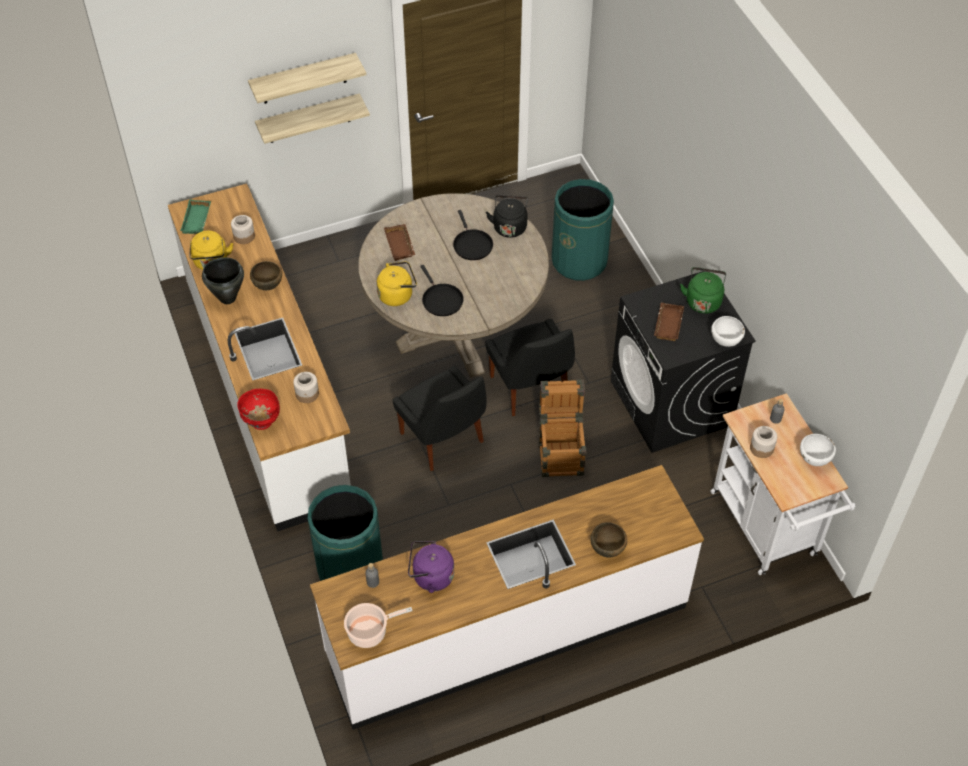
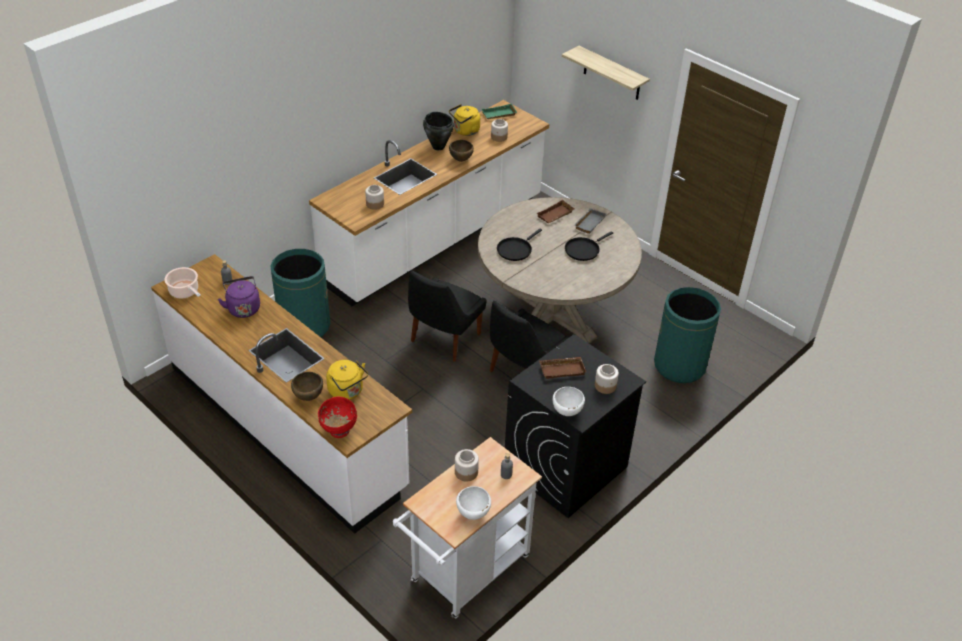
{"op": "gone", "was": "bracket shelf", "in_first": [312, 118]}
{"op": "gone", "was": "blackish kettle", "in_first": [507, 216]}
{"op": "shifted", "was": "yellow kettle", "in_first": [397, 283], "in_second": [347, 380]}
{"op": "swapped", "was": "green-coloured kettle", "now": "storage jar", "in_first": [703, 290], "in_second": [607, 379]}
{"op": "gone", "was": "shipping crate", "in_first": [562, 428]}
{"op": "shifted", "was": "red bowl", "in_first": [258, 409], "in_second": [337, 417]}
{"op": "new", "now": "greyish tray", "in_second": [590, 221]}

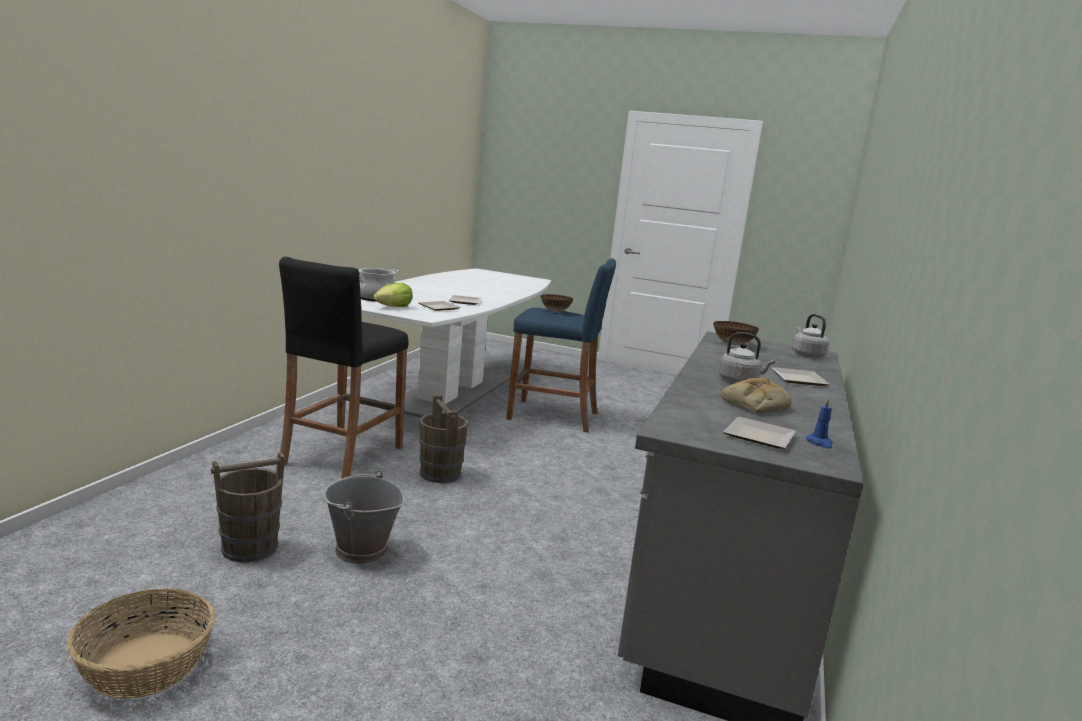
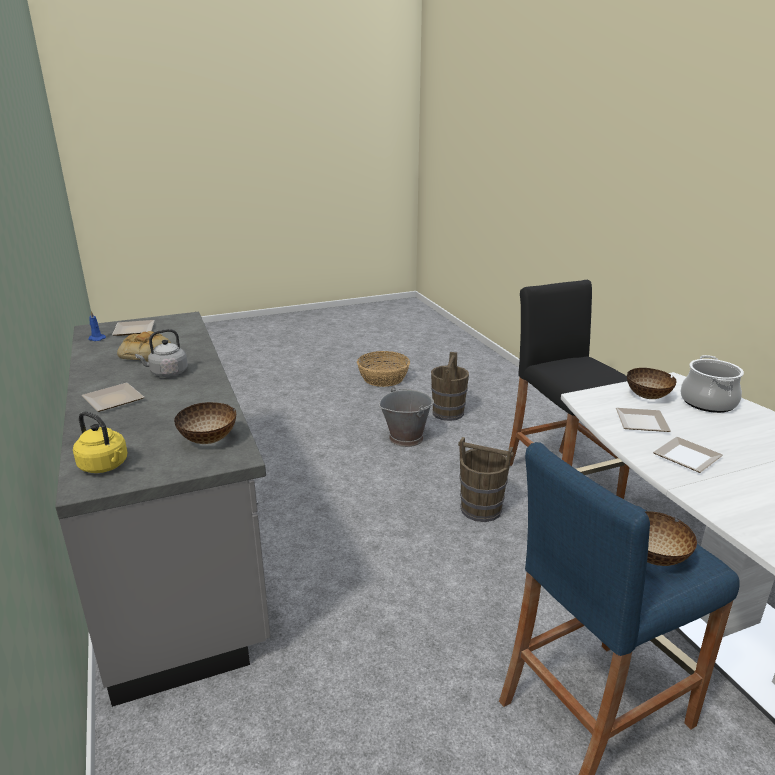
{"op": "swapped", "was": "lettuce head", "now": "bowl", "in_first": [393, 295], "in_second": [651, 383]}
{"op": "repainted", "was": "greyish kettle", "now": "yellow kettle", "in_first": [810, 336], "in_second": [100, 442]}

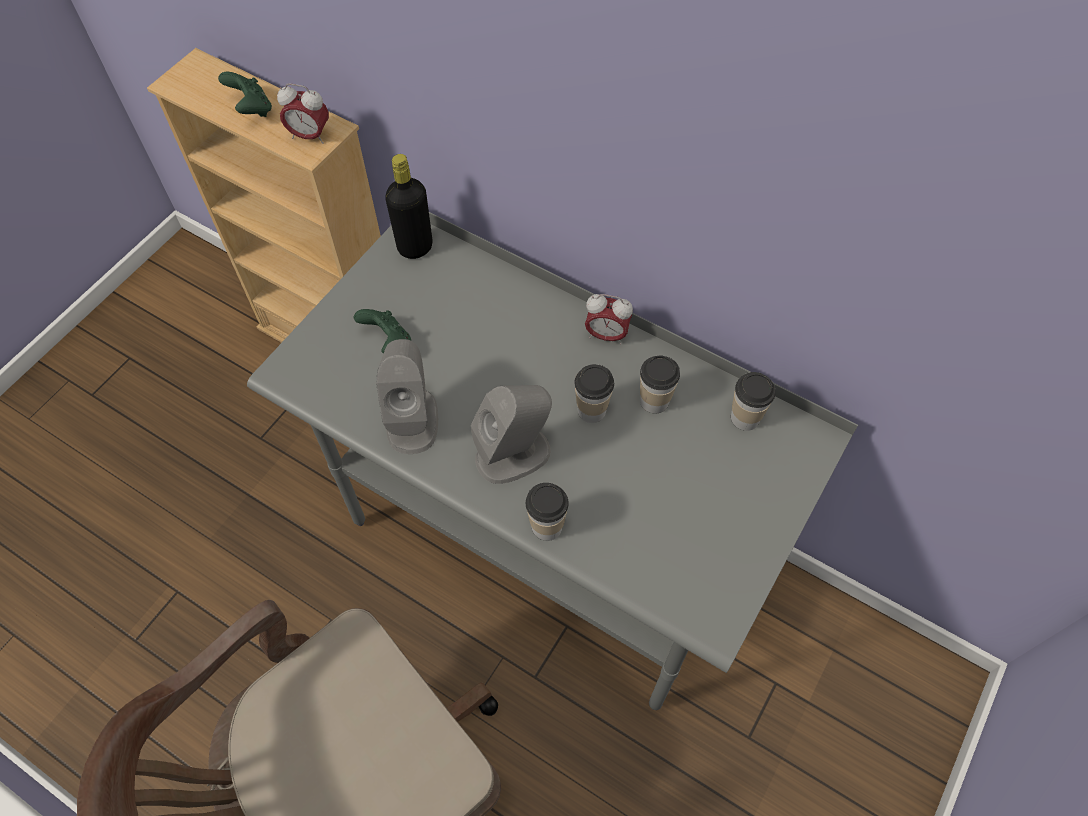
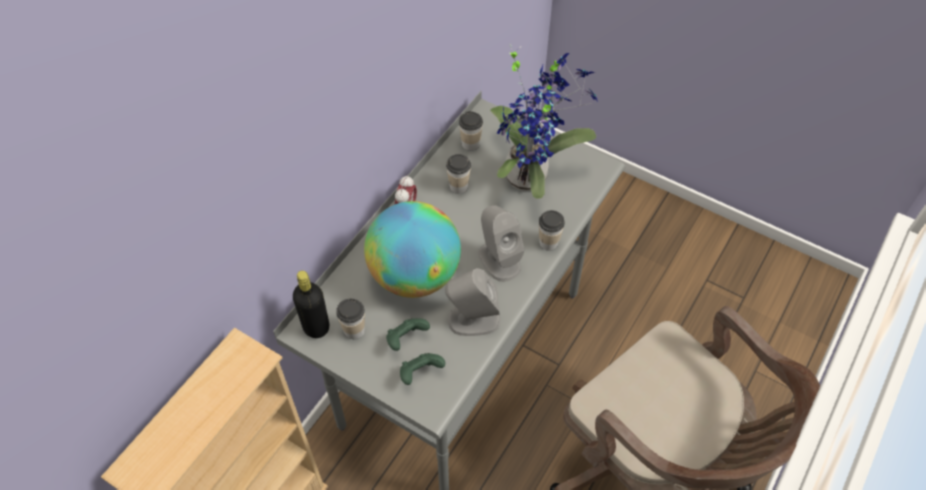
{"op": "shifted", "was": "green-coloured game controller", "in_first": [245, 94], "in_second": [422, 369]}
{"op": "gone", "was": "table clock", "in_first": [303, 113]}
{"op": "shifted", "was": "small cup", "in_first": [594, 393], "in_second": [350, 319]}
{"op": "new", "now": "houseplant", "in_second": [544, 121]}
{"op": "new", "now": "desk globe", "in_second": [412, 249]}

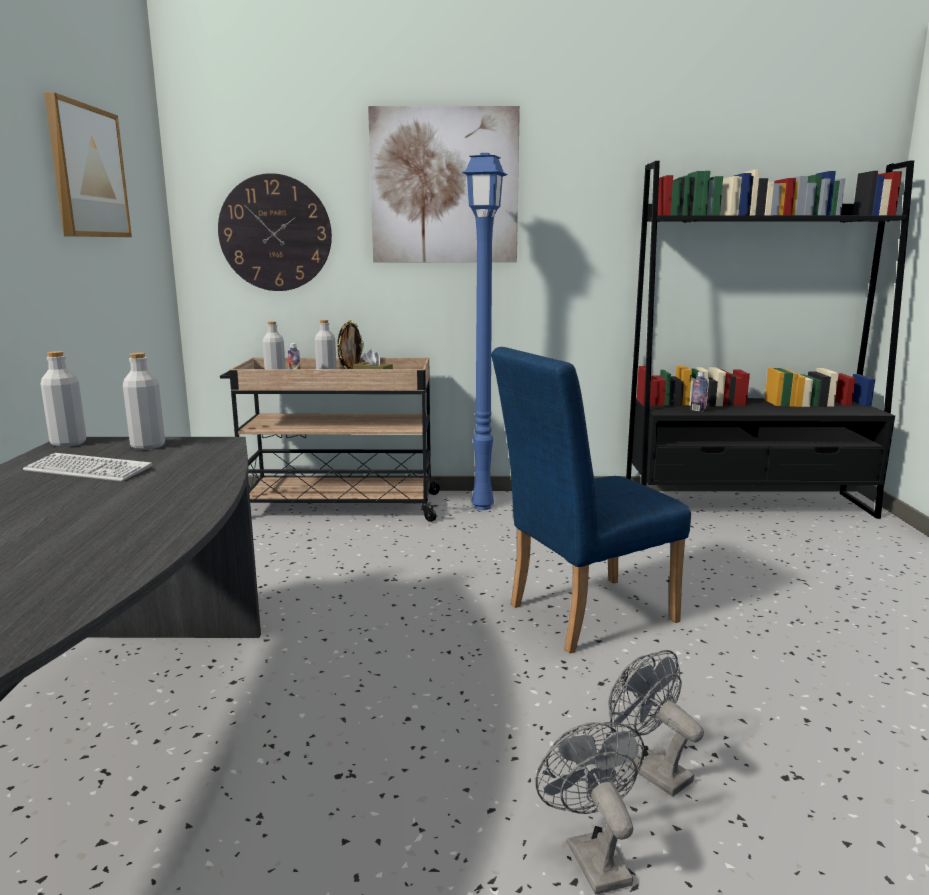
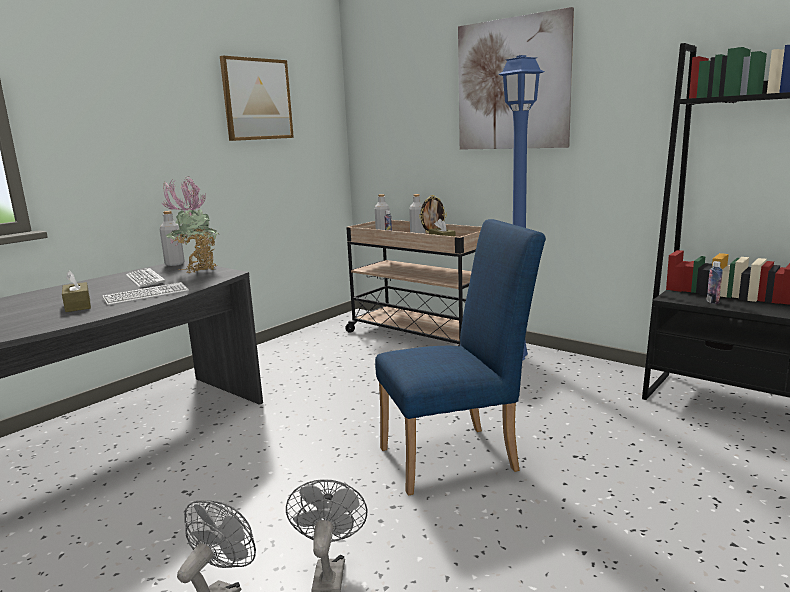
{"op": "gone", "was": "clock on the wall", "in_first": [275, 232]}
{"op": "rotated", "was": "blue-coloured upright chair", "in_first": [591, 500], "in_second": [460, 357], "clockwise": 150}
{"op": "swapped", "was": "greyish drink bottle", "now": "houseplant", "in_first": [144, 401], "in_second": [191, 225]}
{"op": "new", "now": "brown-coloured tissue holder", "in_second": [76, 291]}
{"op": "new", "now": "keyboard", "in_second": [145, 293]}

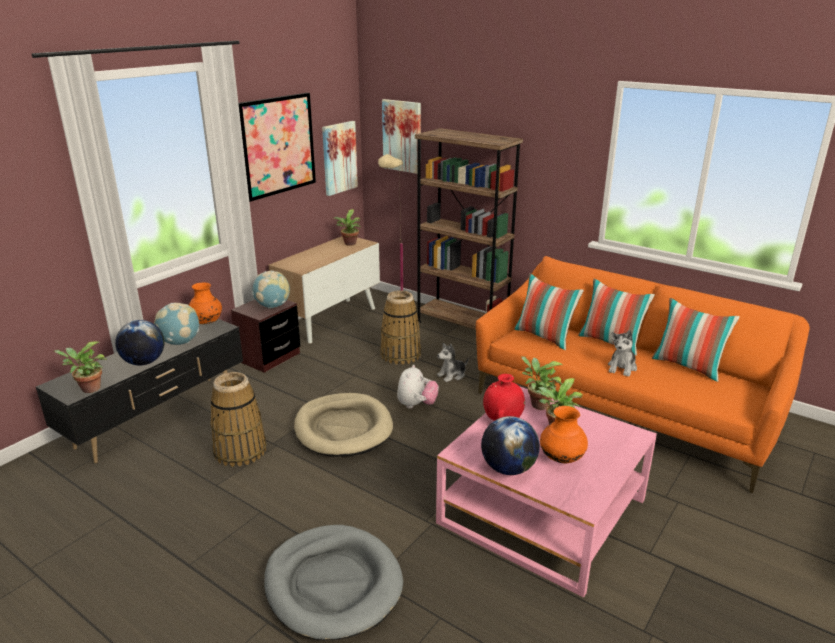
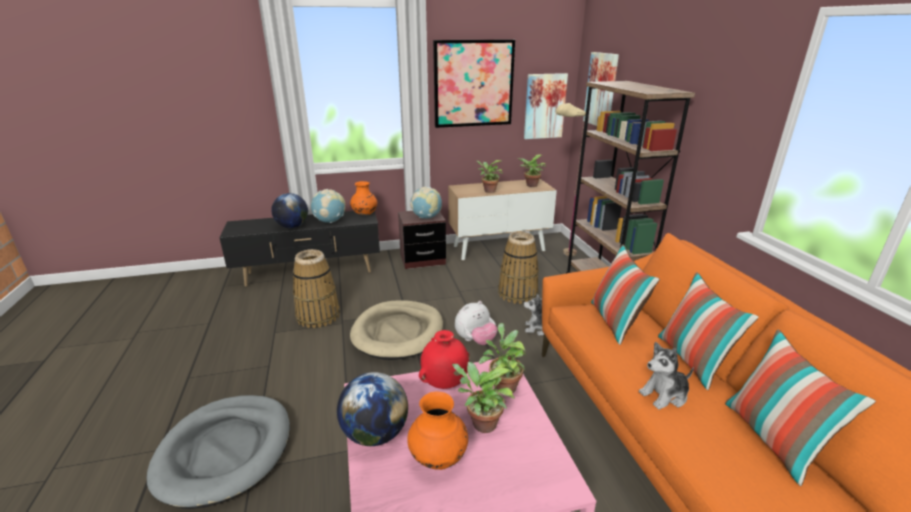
{"op": "shifted", "was": "houseplant", "in_first": [80, 367], "in_second": [490, 176]}

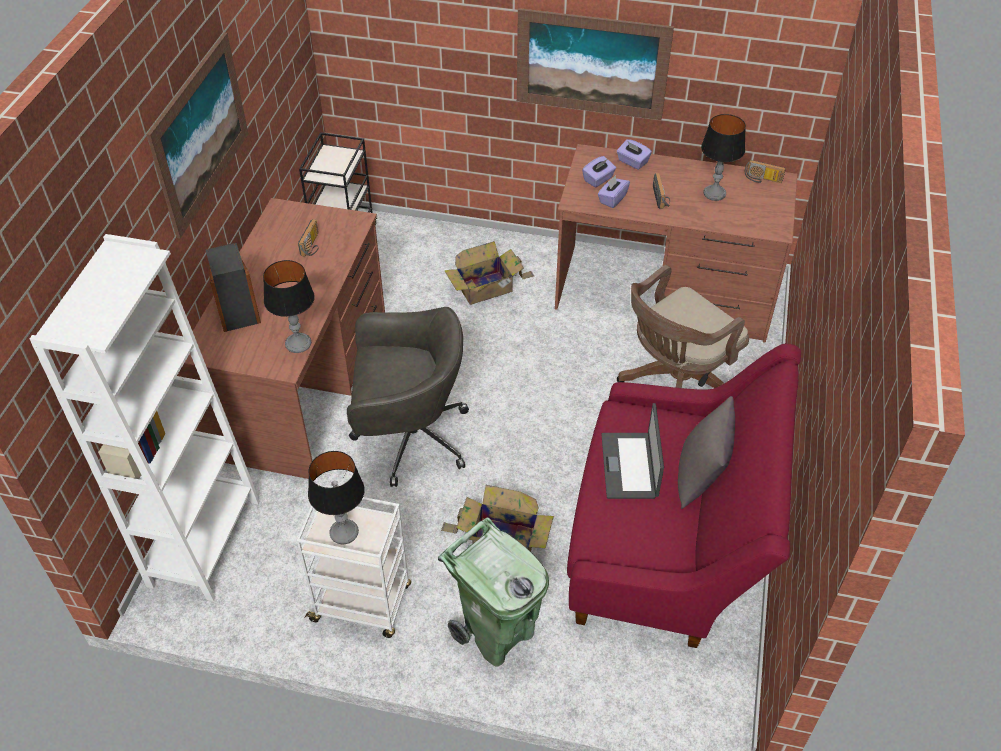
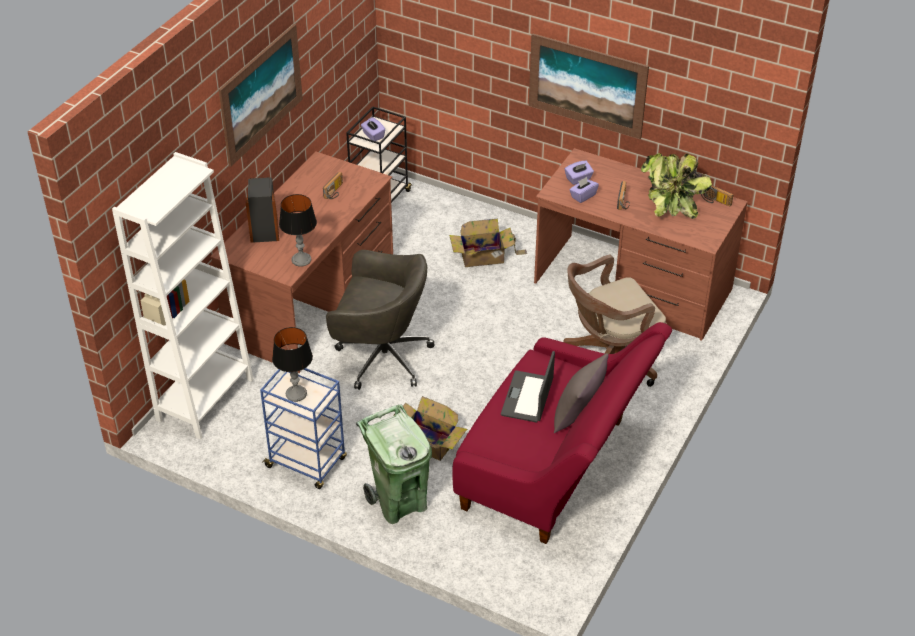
{"op": "swapped", "was": "tabletop lamp", "now": "houseplant", "in_first": [723, 157], "in_second": [676, 186]}
{"op": "shifted", "was": "purple tissue holder", "in_first": [634, 154], "in_second": [373, 129]}
{"op": "repainted", "was": "whitish wheeled cart", "now": "blue-coloured wheeled cart", "in_first": [354, 567], "in_second": [303, 428]}

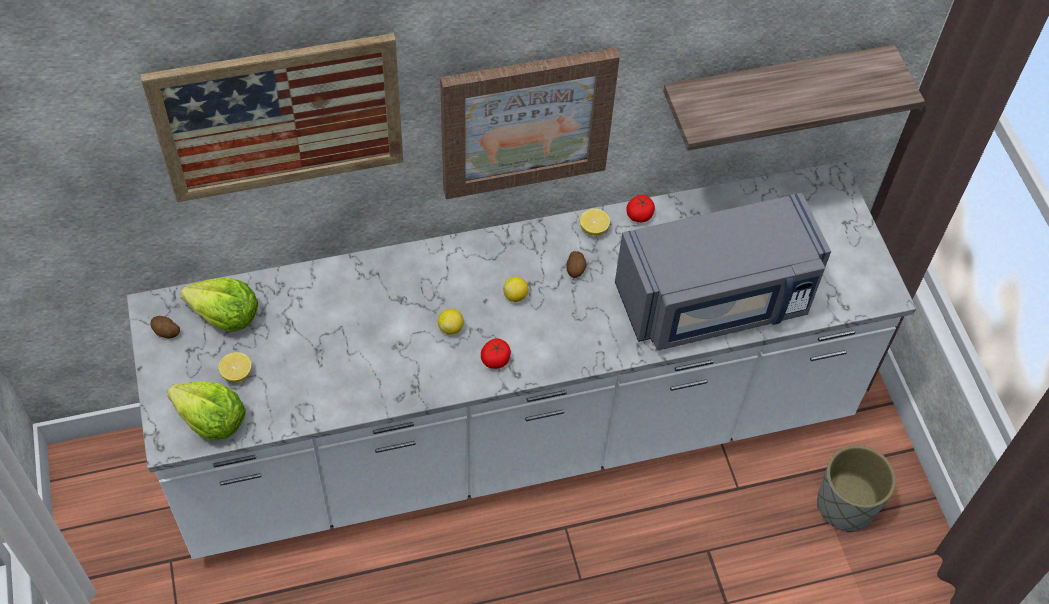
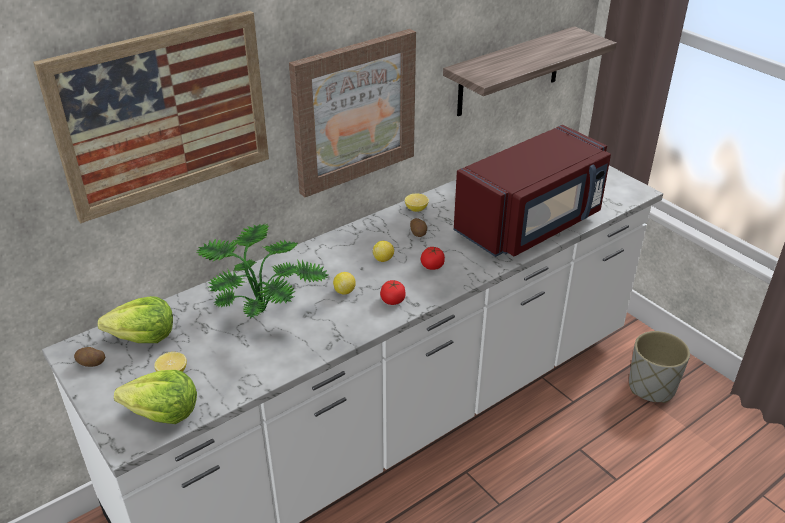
{"op": "repainted", "was": "greyish kitchen microwave", "now": "red kitchen microwave", "in_first": [723, 271], "in_second": [532, 191]}
{"op": "shifted", "was": "whole tomato", "in_first": [640, 208], "in_second": [433, 258]}
{"op": "new", "now": "houseplant", "in_second": [262, 271]}

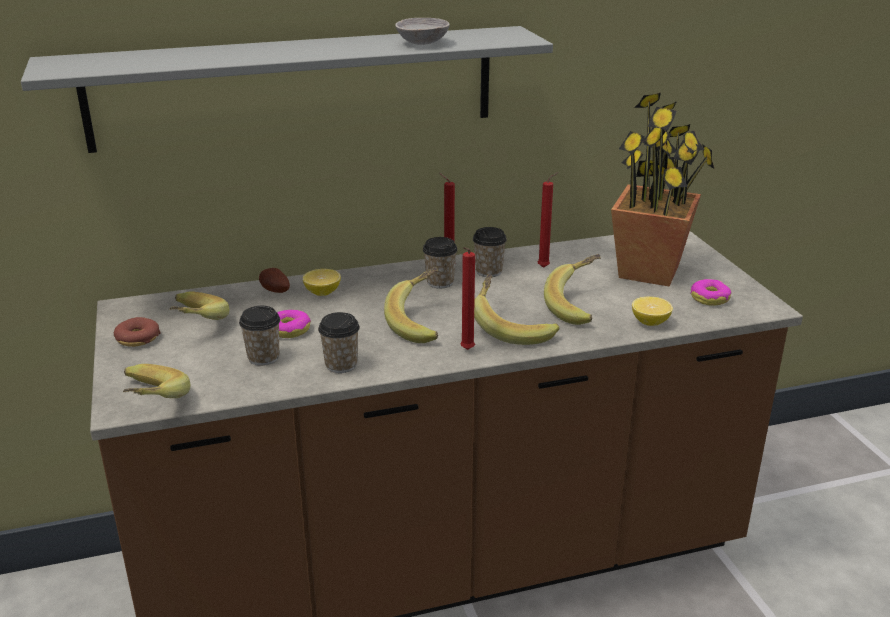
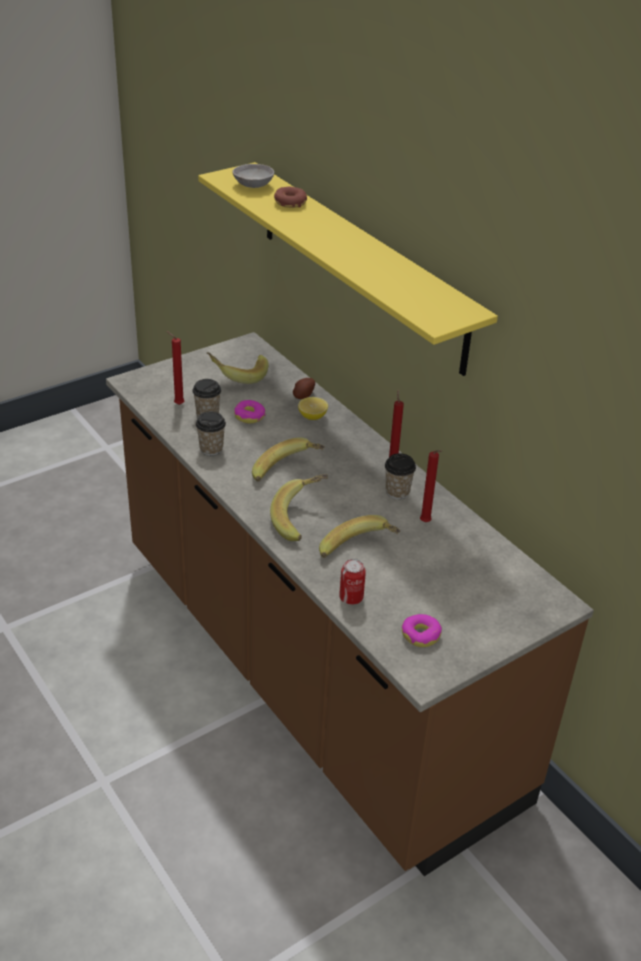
{"op": "shifted", "was": "greyish bowl", "in_first": [422, 31], "in_second": [253, 176]}
{"op": "repainted", "was": "greyish bracket shelf", "now": "yellow bracket shelf", "in_first": [287, 89], "in_second": [348, 269]}
{"op": "gone", "was": "houseplant", "in_first": [662, 190]}
{"op": "gone", "was": "small cup", "in_first": [440, 262]}
{"op": "shifted", "was": "red candle", "in_first": [468, 298], "in_second": [176, 368]}
{"op": "swapped", "was": "lemon", "now": "metal can", "in_first": [652, 311], "in_second": [352, 582]}
{"op": "shifted", "was": "donut", "in_first": [137, 332], "in_second": [290, 197]}
{"op": "gone", "was": "whole banana", "in_first": [156, 381]}

